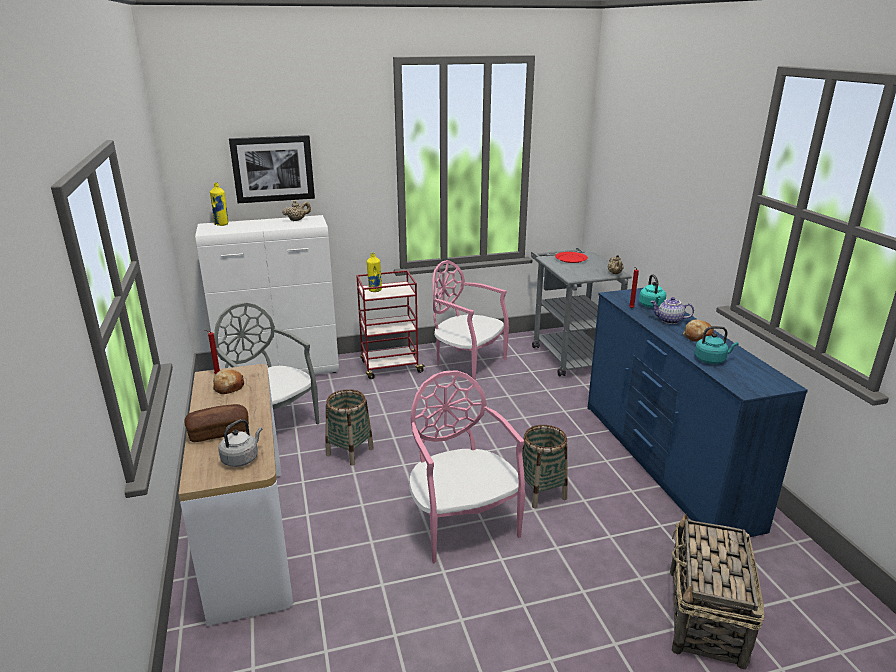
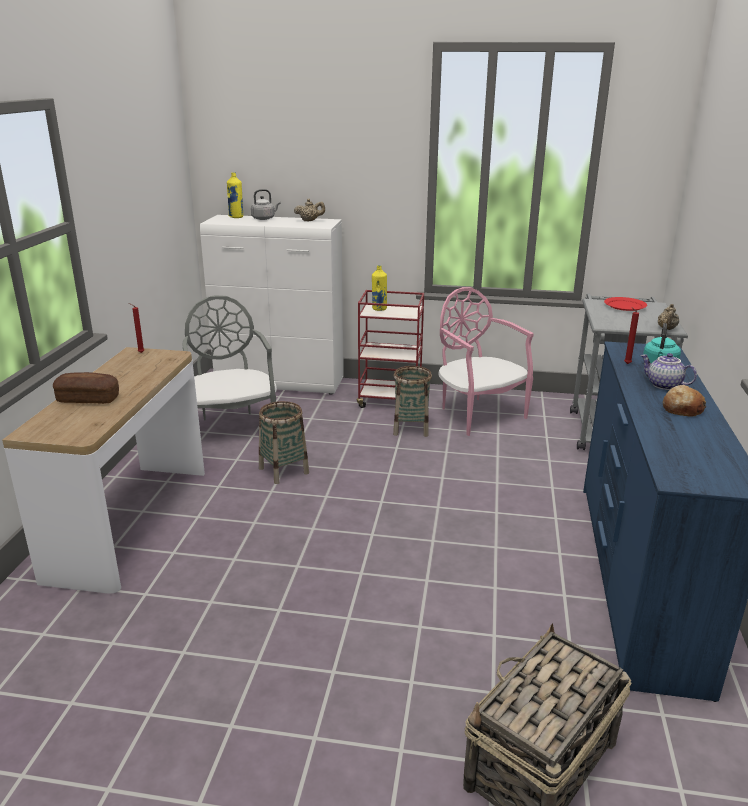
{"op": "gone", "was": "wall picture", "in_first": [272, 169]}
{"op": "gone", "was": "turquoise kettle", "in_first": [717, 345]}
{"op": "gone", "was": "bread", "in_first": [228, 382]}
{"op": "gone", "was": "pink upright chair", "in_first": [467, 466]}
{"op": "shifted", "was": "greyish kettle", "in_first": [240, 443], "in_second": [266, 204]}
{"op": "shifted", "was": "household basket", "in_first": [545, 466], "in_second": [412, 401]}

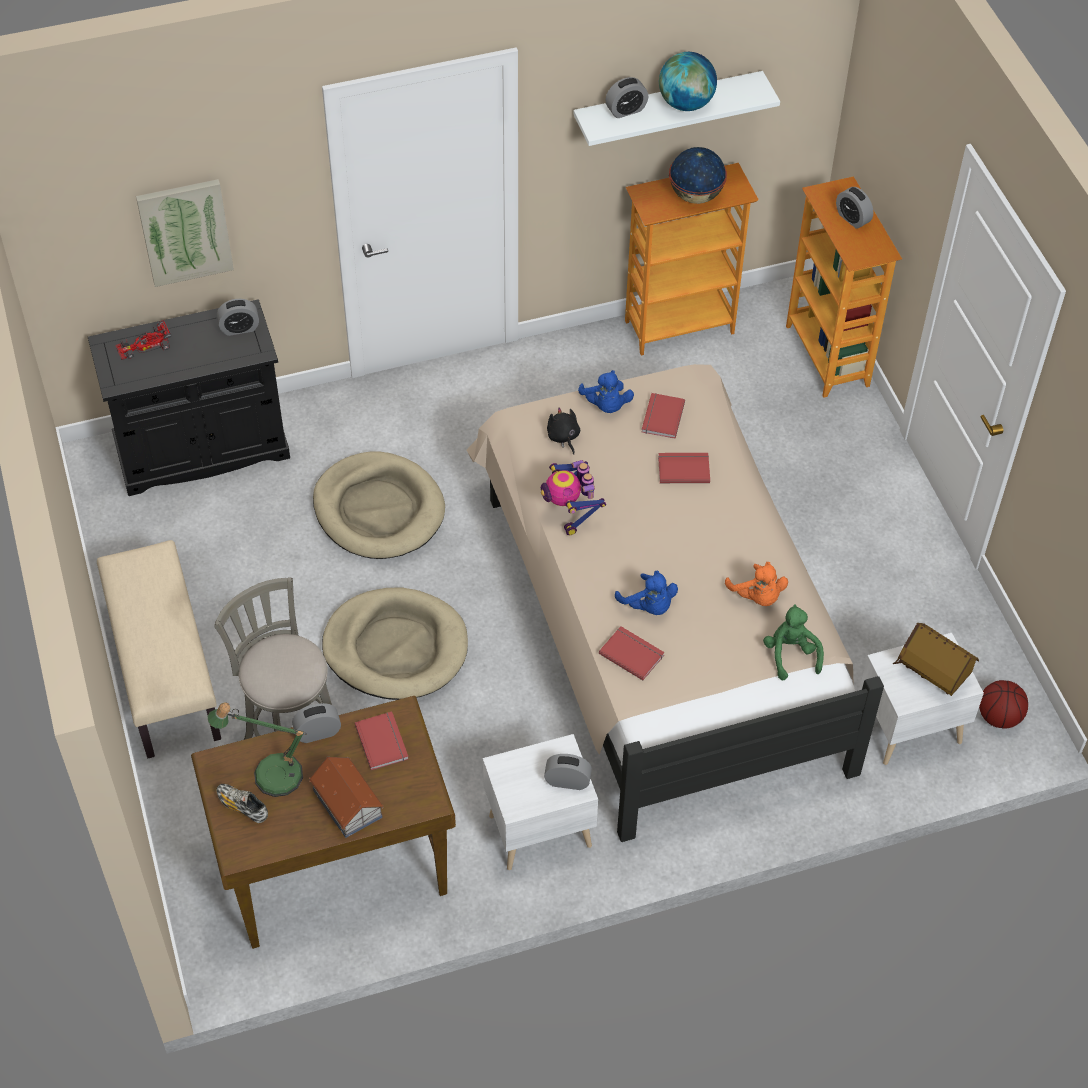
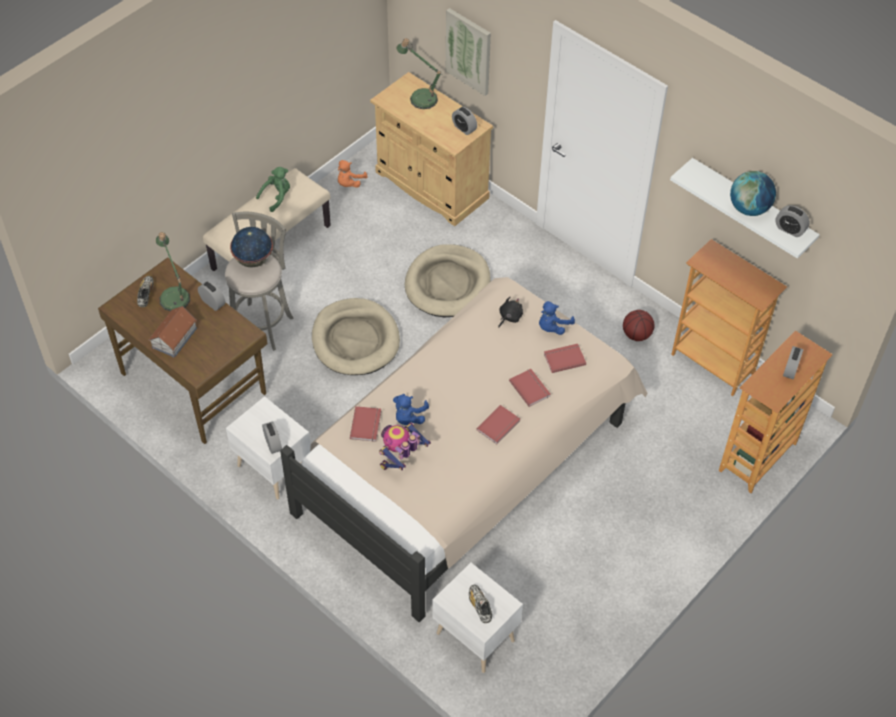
{"op": "shifted", "was": "table clock", "in_first": [627, 97], "in_second": [792, 221]}
{"op": "shifted", "was": "desk globe", "in_first": [698, 175], "in_second": [251, 247]}
{"op": "repainted", "was": "blackish cabinet", "now": "beige-coloured cabinet", "in_first": [189, 397], "in_second": [431, 149]}
{"op": "swapped", "was": "toy car", "now": "tabletop lamp", "in_first": [143, 340], "in_second": [418, 73]}
{"op": "shifted", "was": "robot figure", "in_first": [573, 497], "in_second": [405, 446]}
{"op": "shifted", "was": "orangey cuddly toy", "in_first": [756, 584], "in_second": [353, 174]}
{"op": "shifted", "was": "green-coloured cuddly toy", "in_first": [793, 642], "in_second": [273, 189]}
{"op": "swapped", "was": "toy house", "now": "item of footwear", "in_first": [935, 659], "in_second": [480, 604]}
{"op": "shifted", "was": "basketball", "in_first": [1003, 704], "in_second": [638, 325]}
{"op": "shifted", "was": "red bound book", "in_first": [381, 741], "in_second": [498, 424]}

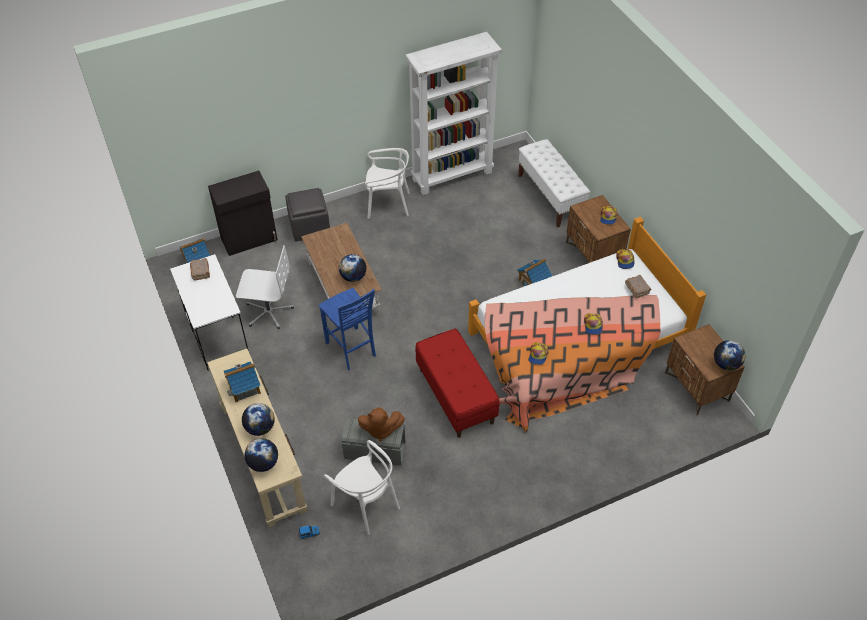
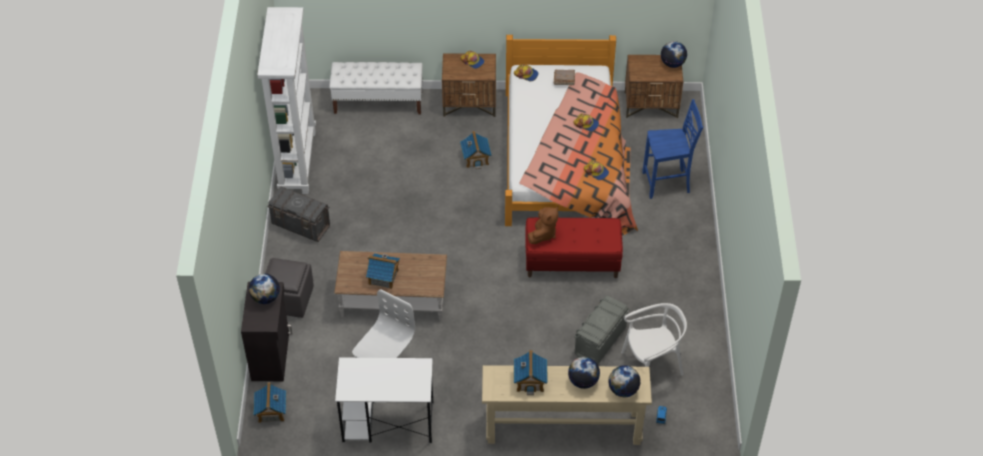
{"op": "swapped", "was": "whitish upright chair", "now": "greyish storage bin", "in_first": [387, 183], "in_second": [298, 214]}
{"op": "shifted", "was": "desk globe", "in_first": [353, 268], "in_second": [264, 289]}
{"op": "gone", "was": "brown-coloured bound book", "in_first": [200, 269]}
{"op": "shifted", "was": "blue-coloured upright chair", "in_first": [347, 329], "in_second": [672, 149]}
{"op": "shifted", "was": "brown-coloured cuddly toy", "in_first": [381, 424], "in_second": [543, 225]}
{"op": "new", "now": "toy house", "in_second": [383, 271]}

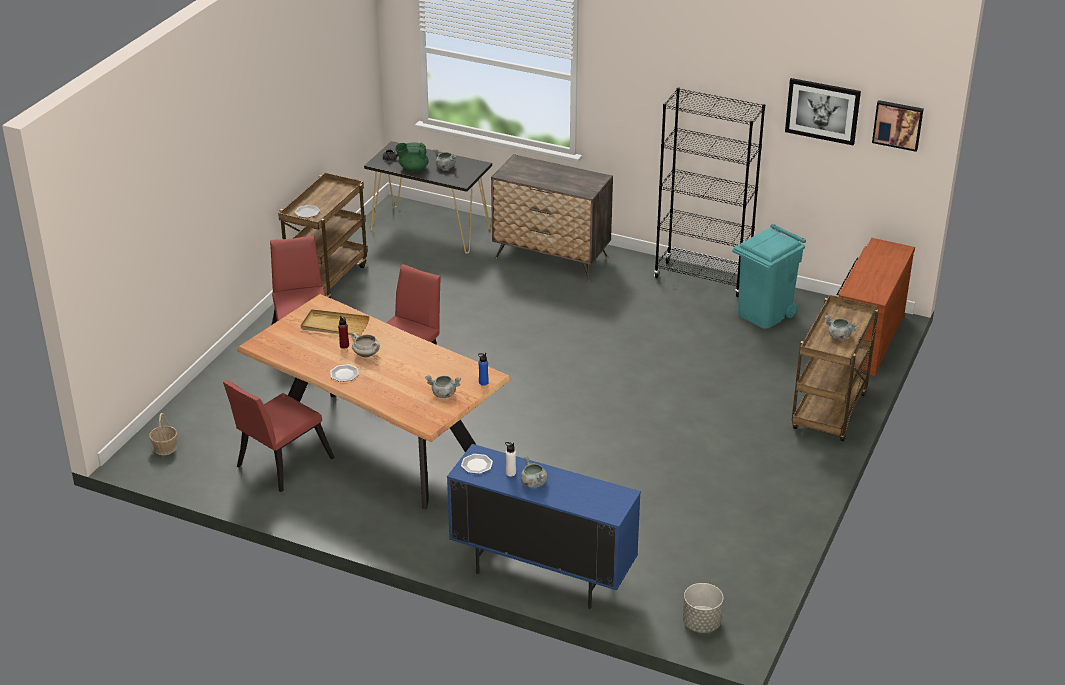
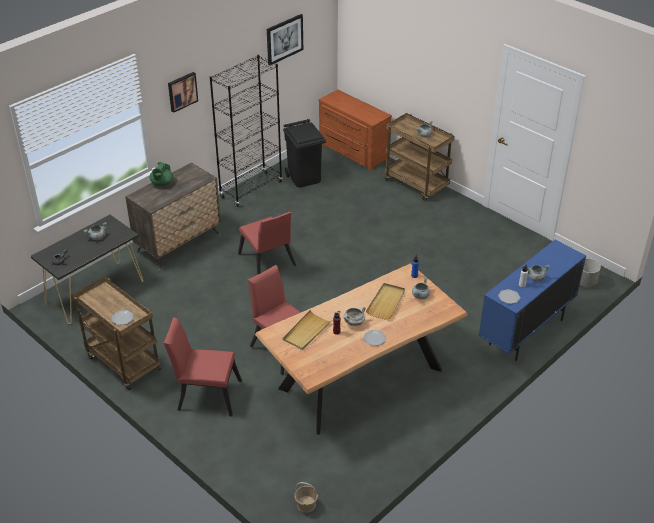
{"op": "shifted", "was": "wall picture", "in_first": [898, 126], "in_second": [183, 92]}
{"op": "shifted", "was": "green-coloured tea pot", "in_first": [412, 157], "in_second": [161, 174]}
{"op": "repainted", "was": "turquoise waste bin", "now": "blackish waste bin", "in_first": [769, 276], "in_second": [304, 153]}
{"op": "shifted", "was": "red upright chair", "in_first": [279, 436], "in_second": [267, 243]}
{"op": "new", "now": "beige-coloured tray", "in_second": [385, 301]}

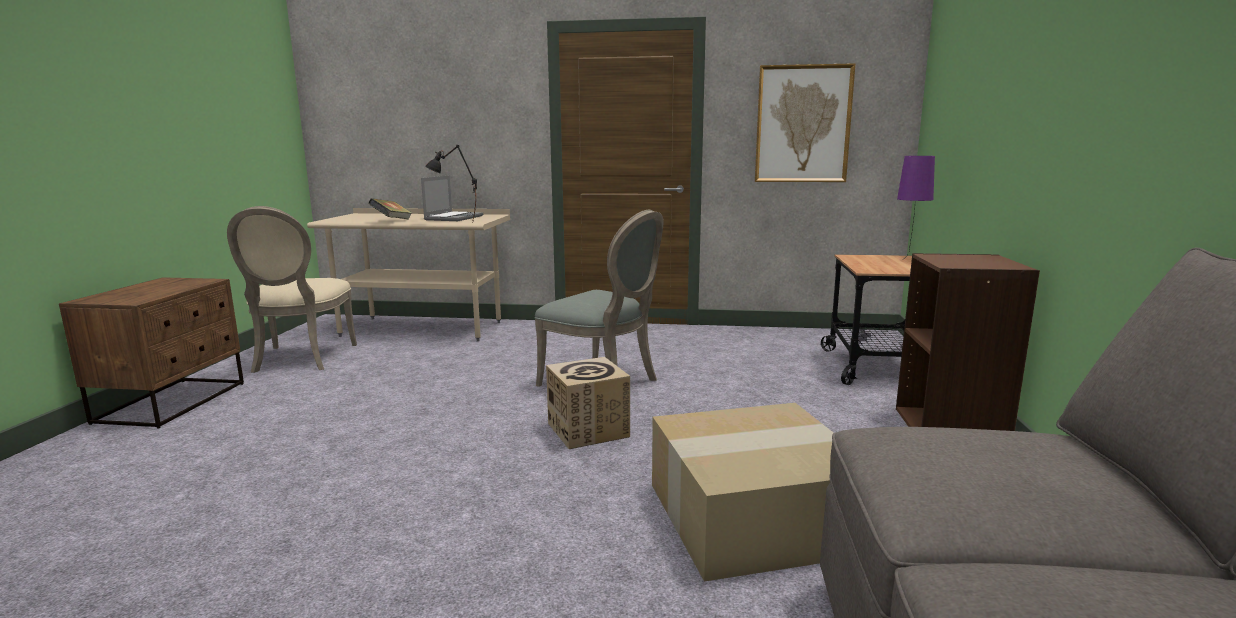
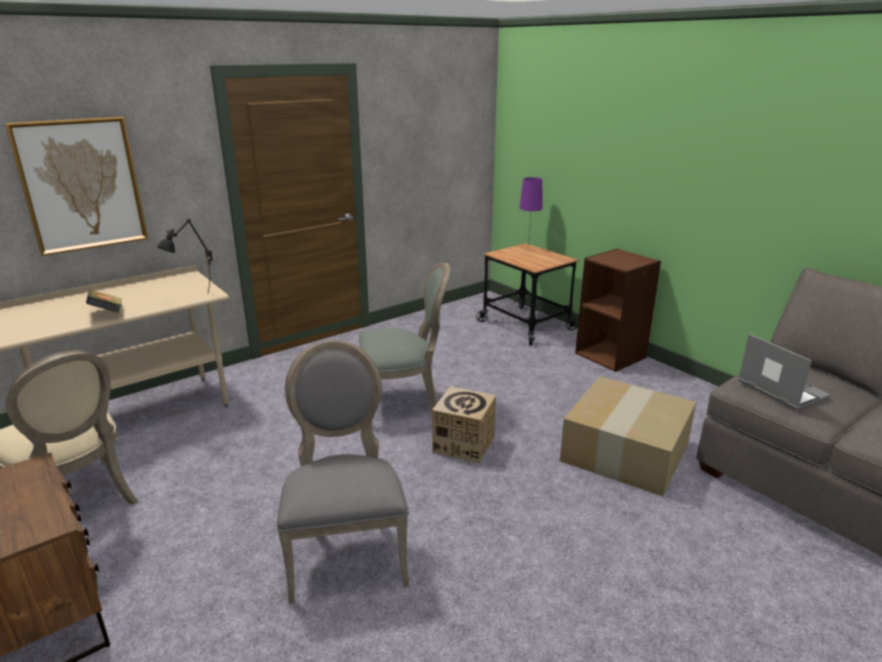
{"op": "shifted", "was": "wall picture", "in_first": [805, 122], "in_second": [76, 186]}
{"op": "shifted", "was": "portable computer", "in_first": [452, 198], "in_second": [784, 372]}
{"op": "new", "now": "greyish upright chair", "in_second": [342, 472]}

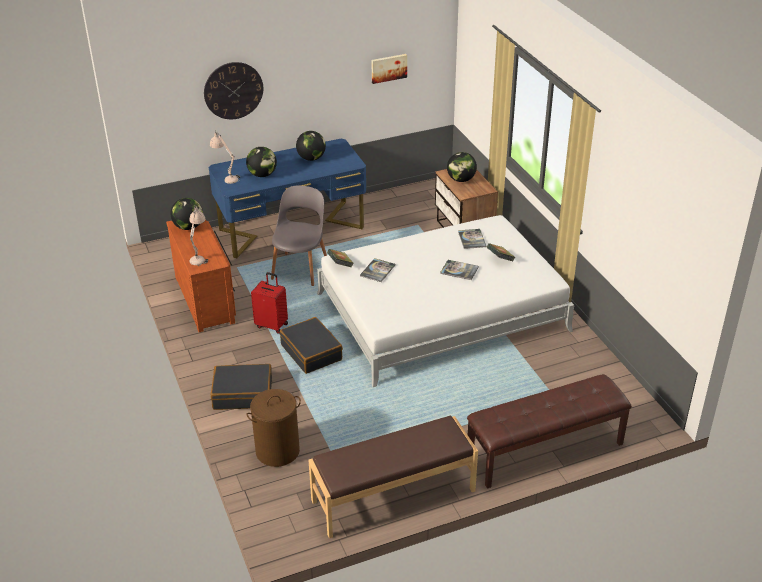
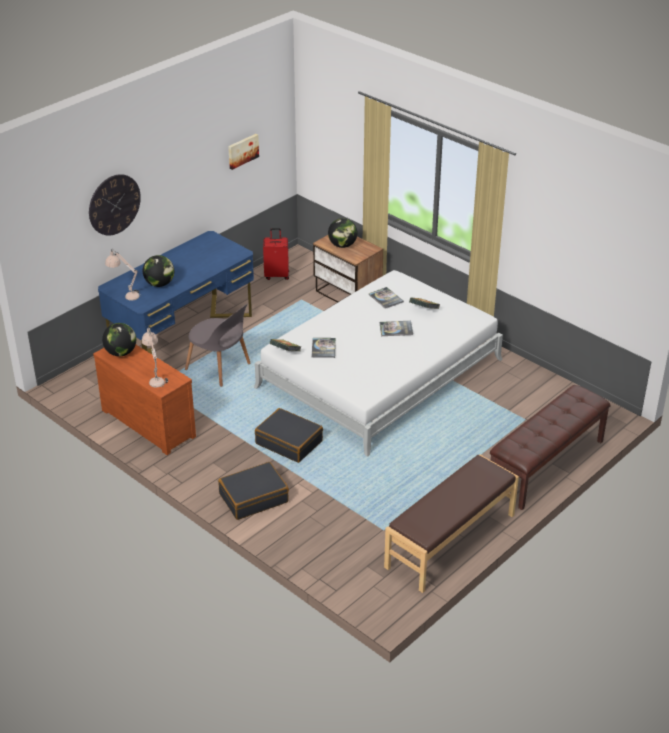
{"op": "gone", "was": "desk globe", "in_first": [311, 146]}
{"op": "rotated", "was": "greyish upright chair", "in_first": [299, 235], "in_second": [218, 345], "clockwise": 135}
{"op": "shifted", "was": "red travel case", "in_first": [269, 303], "in_second": [276, 254]}
{"op": "gone", "was": "brown-coloured hamper", "in_first": [273, 428]}

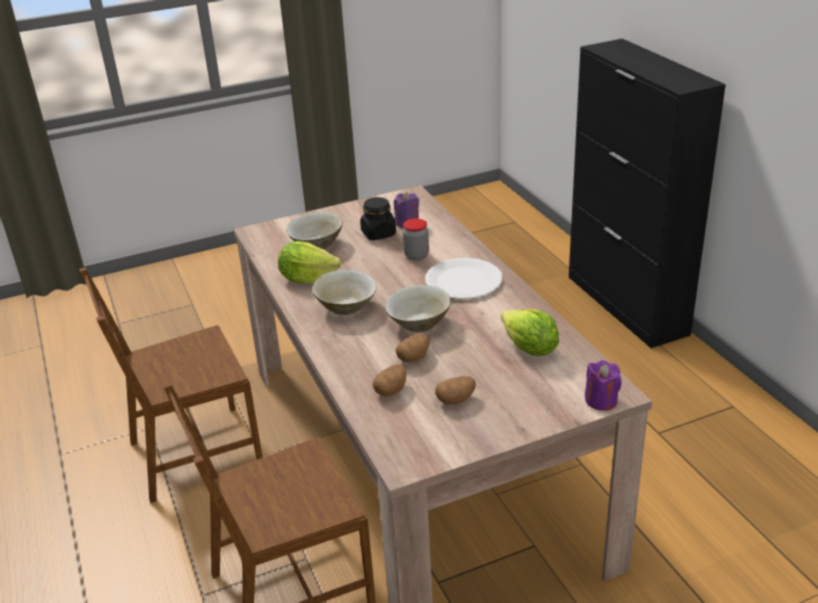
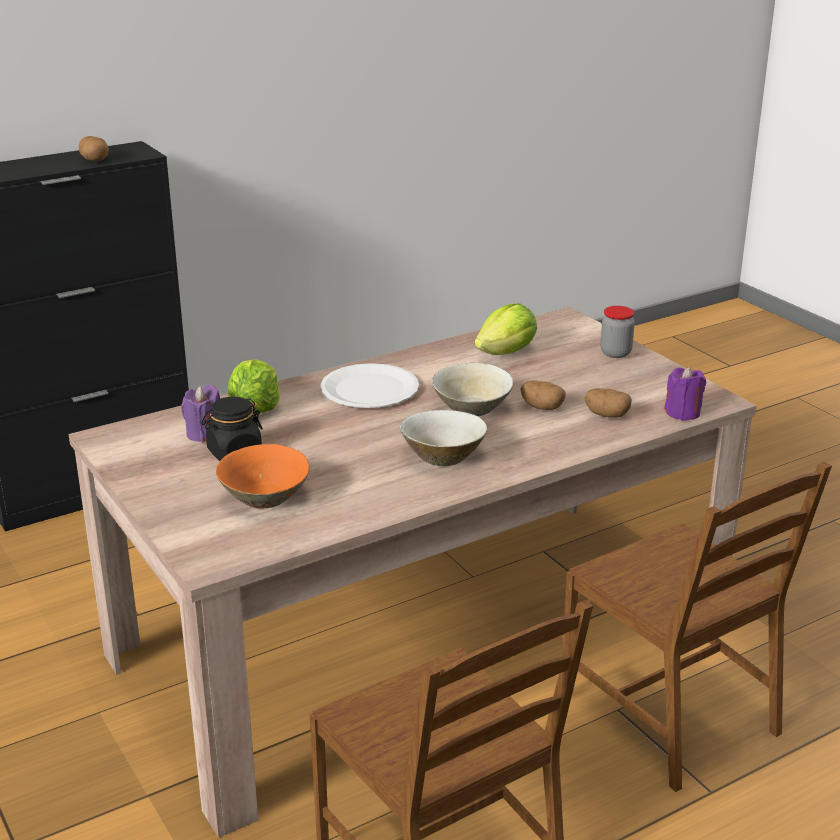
{"op": "repainted", "was": "beige-coloured bowl", "now": "orangey bowl", "in_first": [314, 230], "in_second": [262, 476]}
{"op": "shifted", "was": "storage jar", "in_first": [416, 239], "in_second": [617, 332]}
{"op": "shifted", "was": "lettuce head", "in_first": [309, 262], "in_second": [254, 386]}
{"op": "shifted", "was": "purple candle", "in_first": [603, 385], "in_second": [685, 394]}
{"op": "shifted", "was": "spud", "in_first": [455, 390], "in_second": [94, 149]}

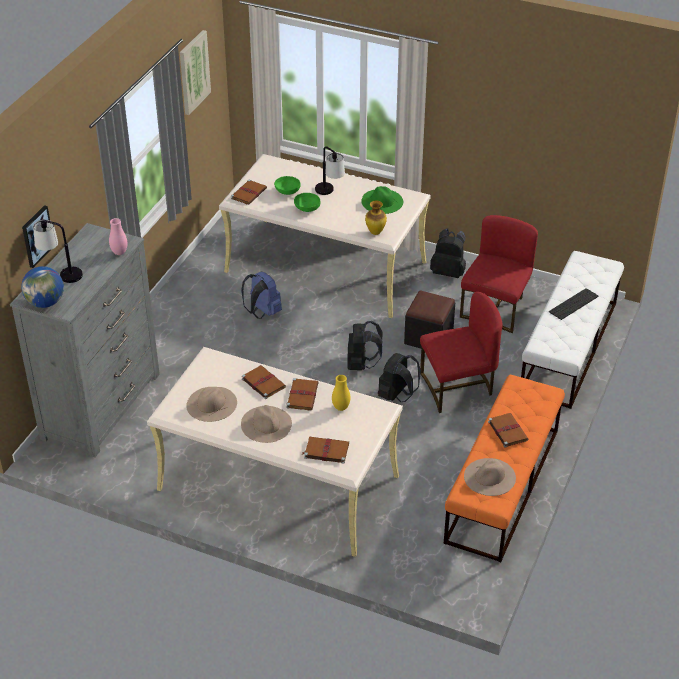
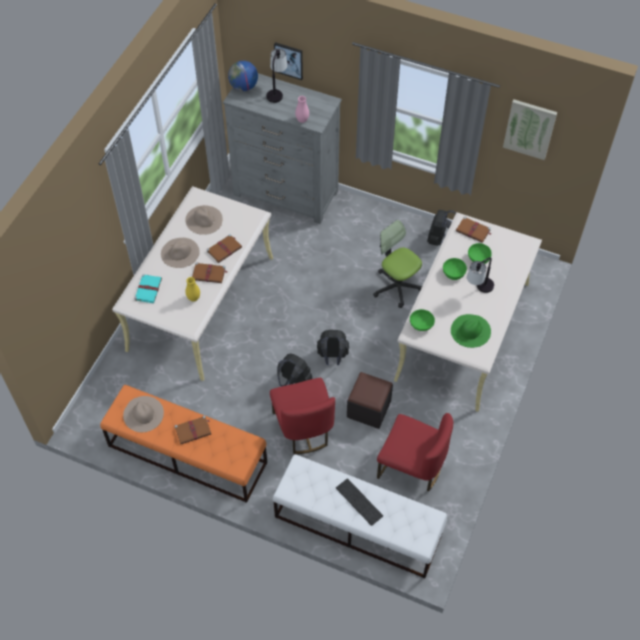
{"op": "swapped", "was": "flower vase", "now": "green-coloured bowl", "in_first": [376, 217], "in_second": [422, 320]}
{"op": "shifted", "was": "blackish rucksack", "in_first": [448, 253], "in_second": [441, 228]}
{"op": "swapped", "was": "blue-coloured rucksack", "now": "computer chair", "in_first": [261, 295], "in_second": [397, 264]}
{"op": "repainted", "was": "brown-coloured bound book", "now": "turquoise bound book", "in_first": [325, 450], "in_second": [148, 288]}

